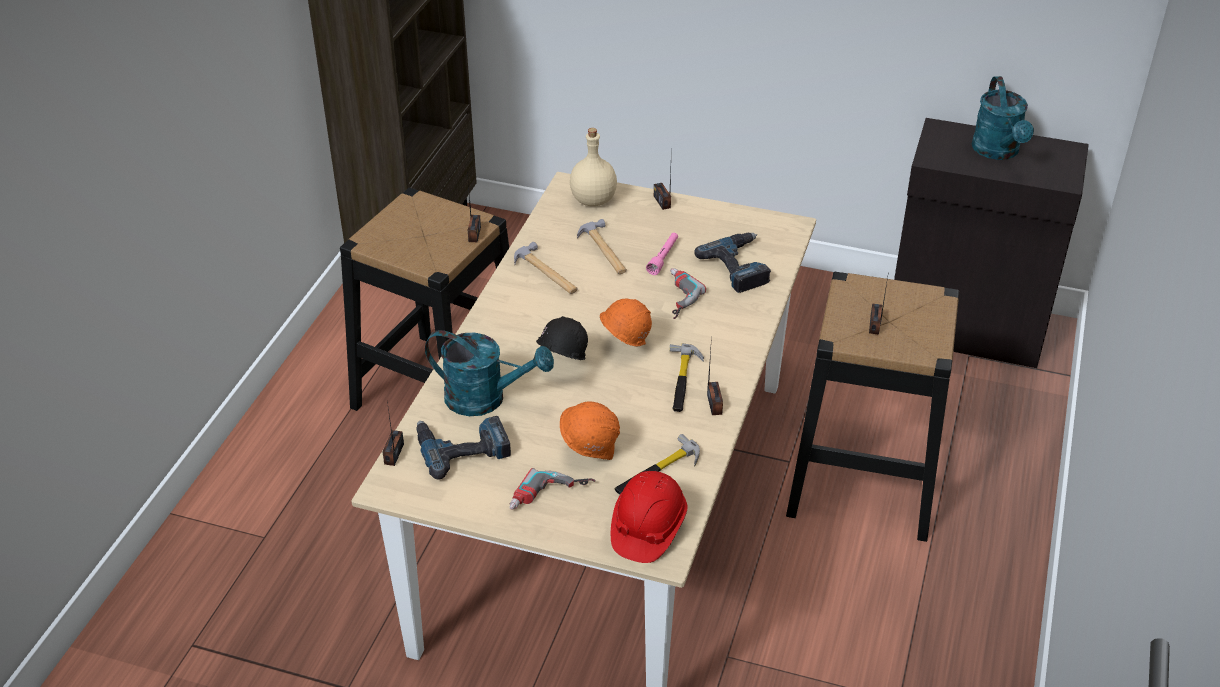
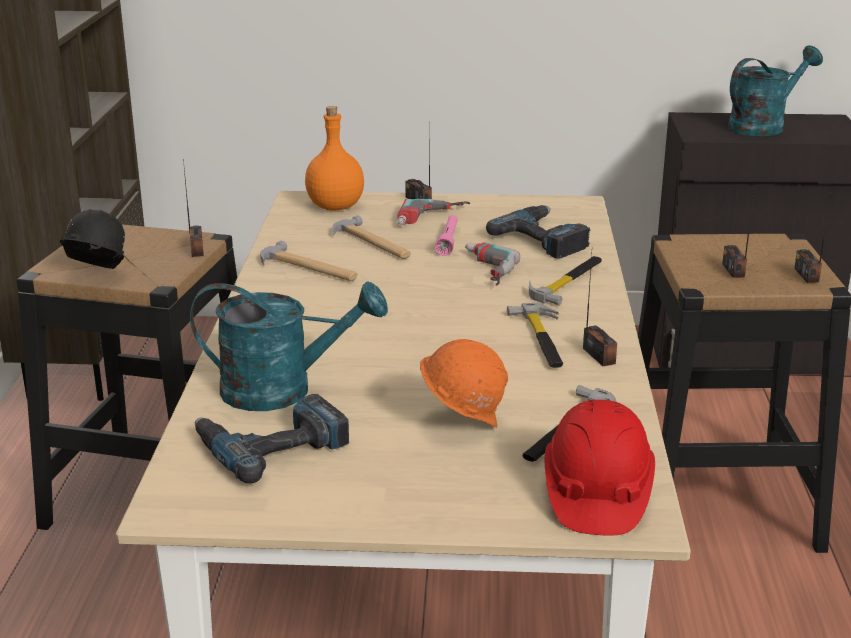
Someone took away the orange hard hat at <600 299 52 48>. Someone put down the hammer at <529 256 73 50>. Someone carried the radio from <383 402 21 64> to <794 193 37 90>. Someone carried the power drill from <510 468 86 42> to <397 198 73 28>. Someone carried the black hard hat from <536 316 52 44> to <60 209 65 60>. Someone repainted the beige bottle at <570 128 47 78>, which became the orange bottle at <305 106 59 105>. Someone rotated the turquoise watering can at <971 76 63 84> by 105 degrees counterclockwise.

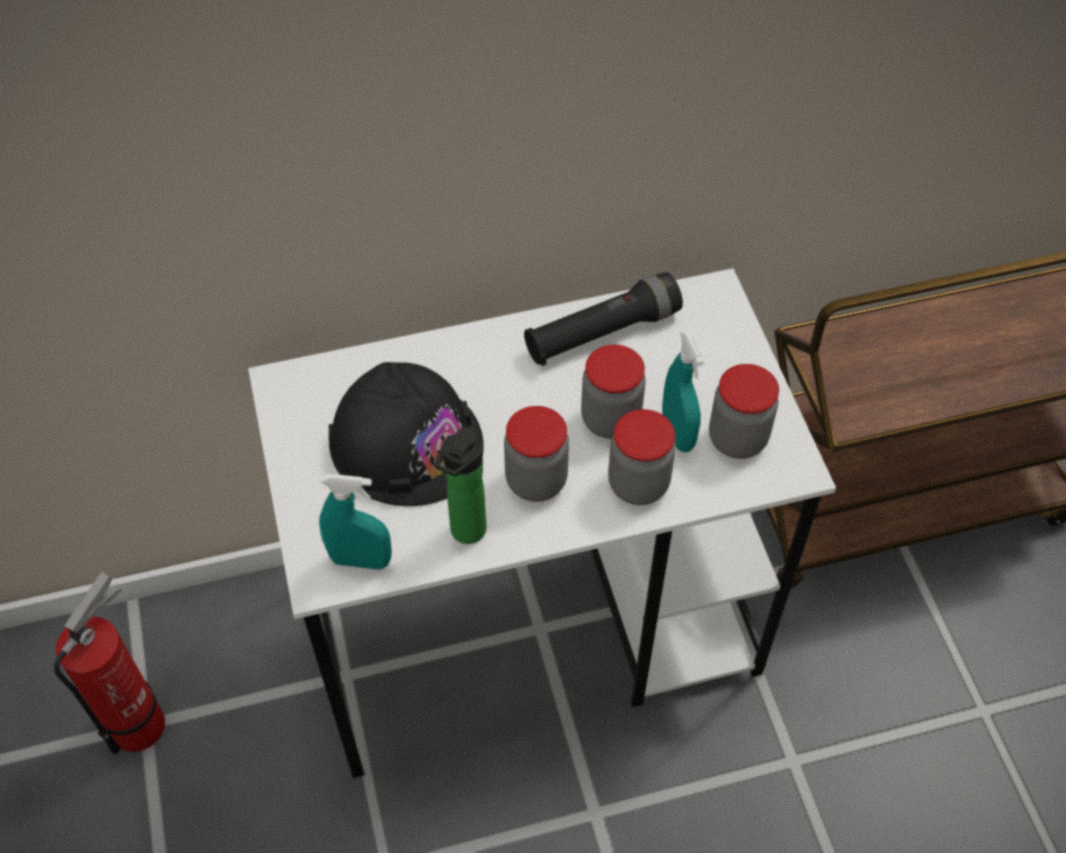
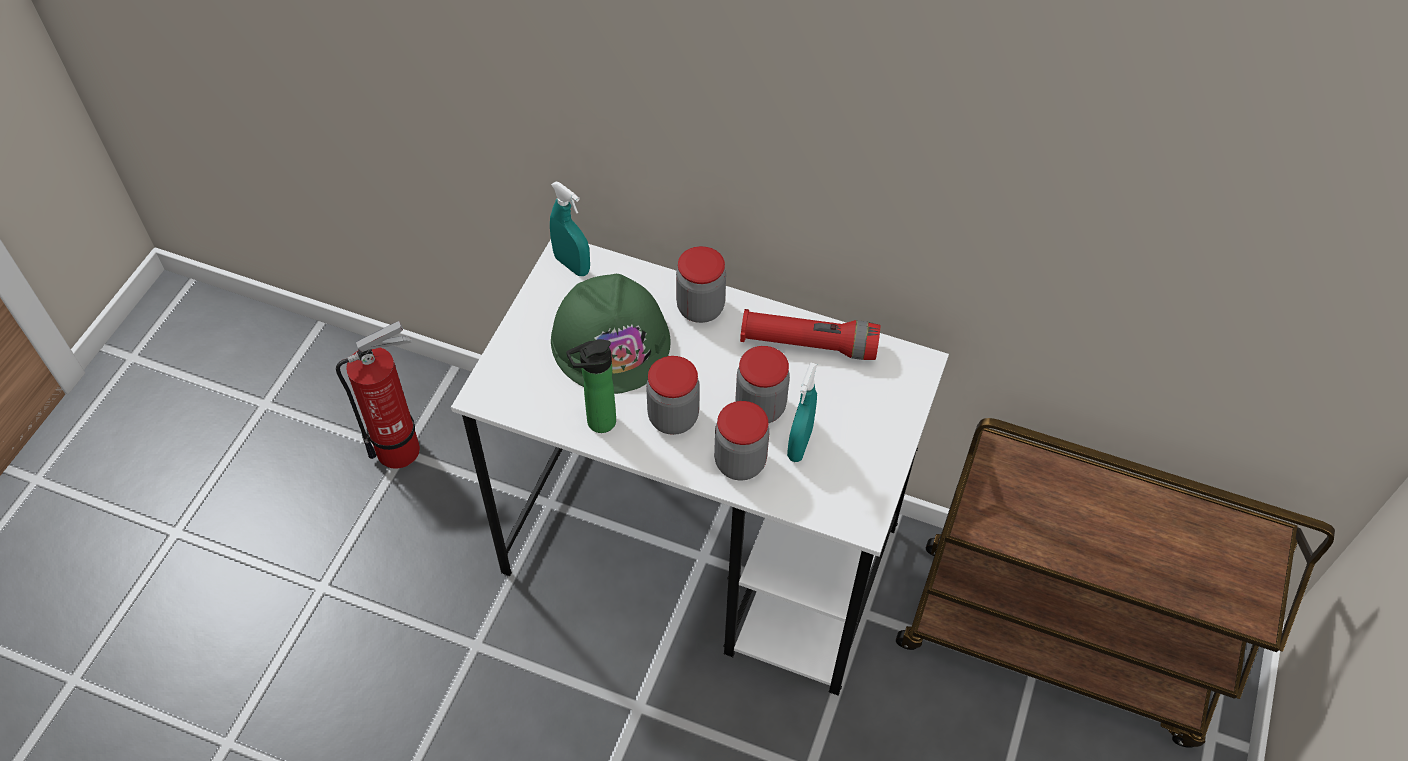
Someone carried the turquoise spray bottle from <319 474 73 96> to <550 182 40 94>. Someone carried the jar from <709 364 70 95> to <676 246 50 77>. Someone repainted the black hard hat at <329 362 155 144>, which became the green hard hat at <551 274 120 120>. Someone repainted the black flashlight at <524 272 159 94>, which became the red flashlight at <740 309 140 51>.

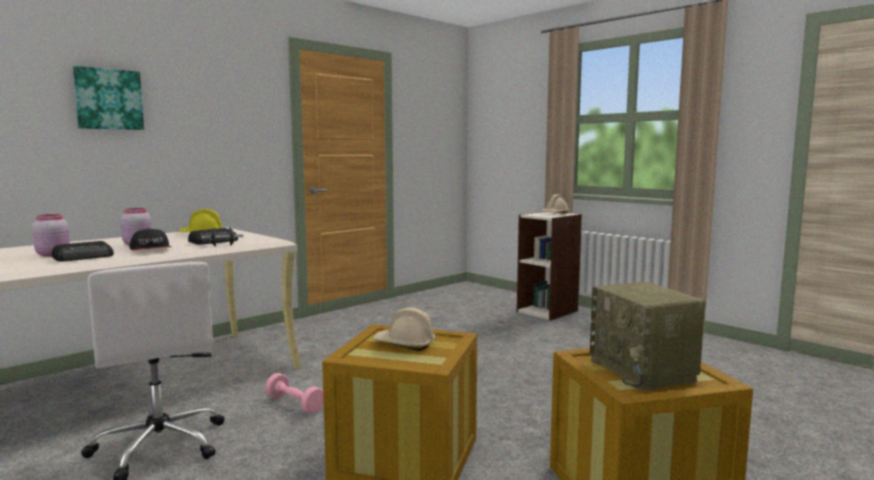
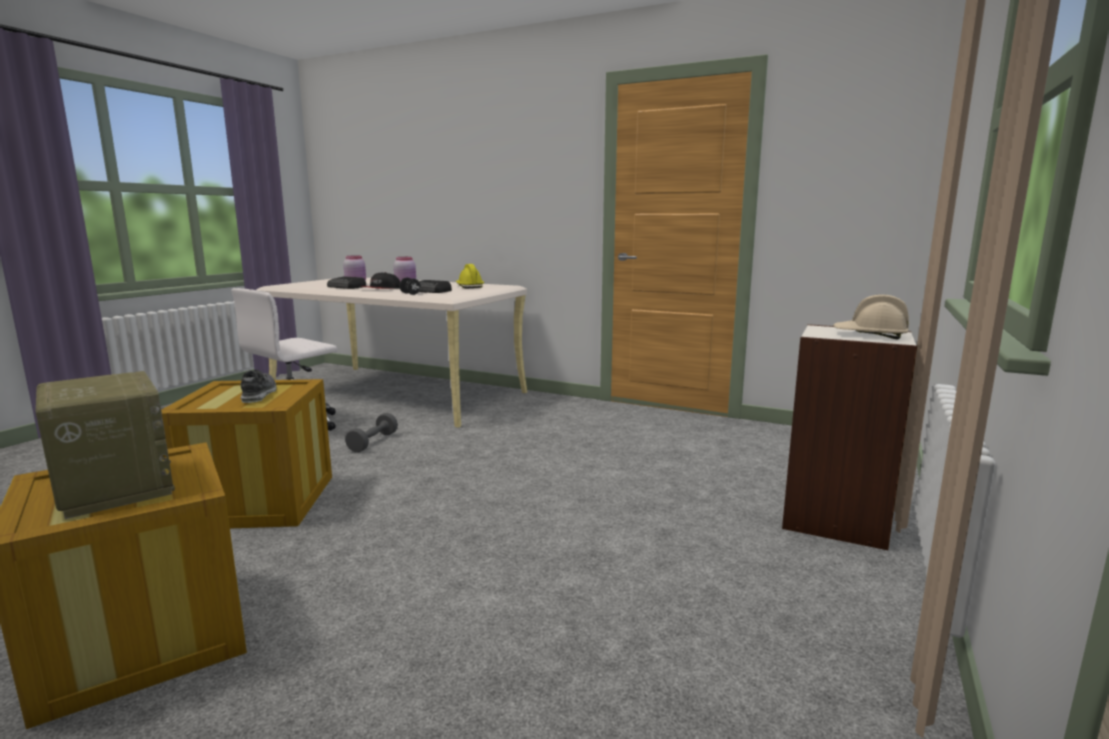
Someone took away the picture at <73 66 71 64>. Someone swapped the beige hard hat at <373 308 63 43> for the shoe at <241 370 36 33>. Someone repainted the pink dumbbell at <265 373 59 41>, which became the grey dumbbell at <345 413 53 40>. Someone rotated the radio at <590 282 116 109> by 90 degrees clockwise.

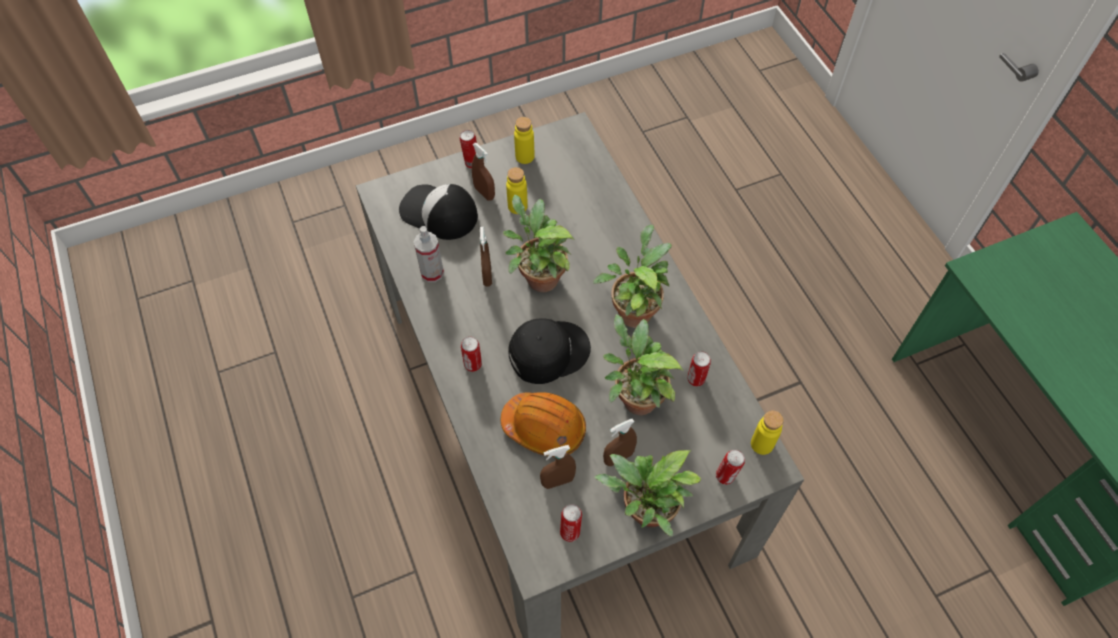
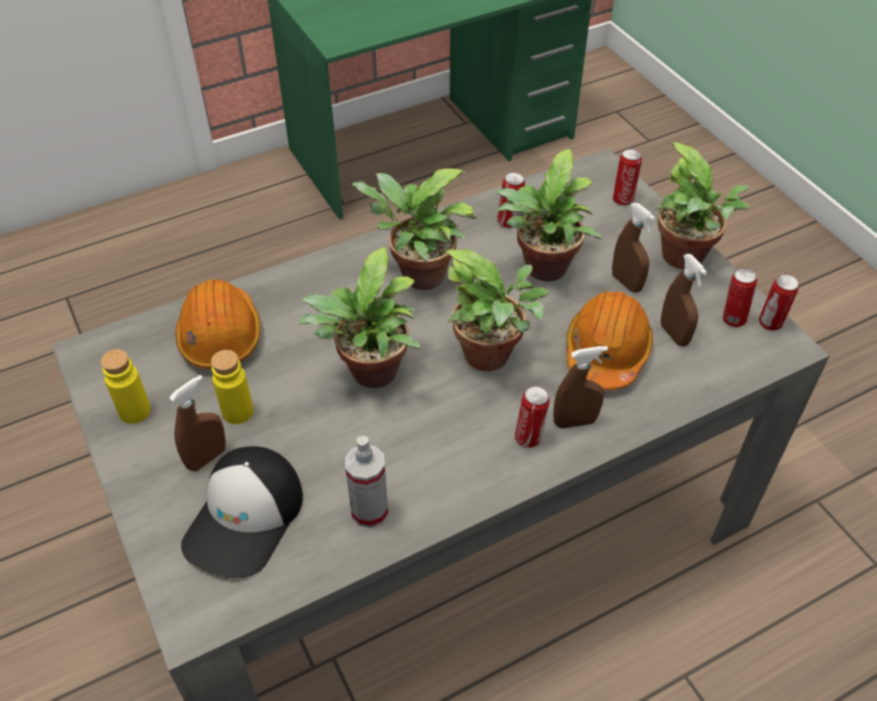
Someone took away the yellow bottle at <751 410 33 45>. Someone put down the orange hard hat at <175 280 85 89>. Someone carried the can from <460 130 17 39> to <759 274 40 57>. Someone carried the brown spray bottle from <480 227 12 60> to <553 346 55 83>. Someone swapped the black cap at <508 319 83 65> for the potted plant at <443 249 106 122>.

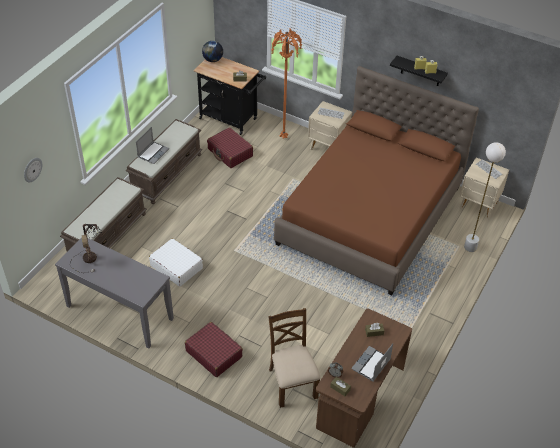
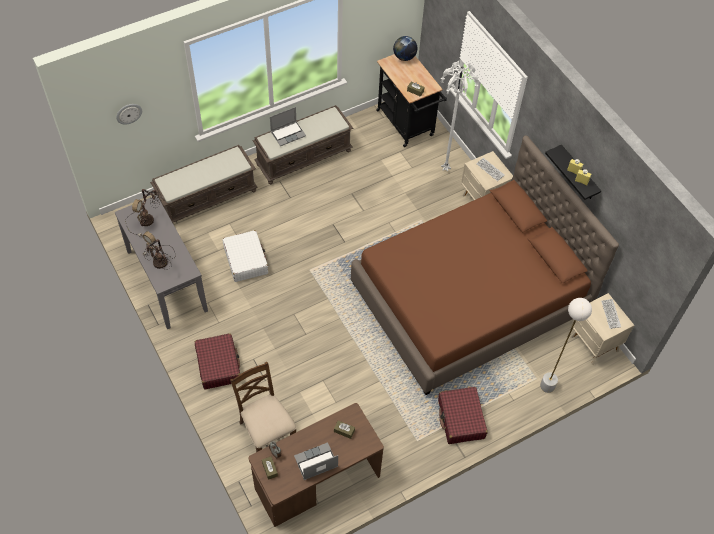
Someone put down the table lamp at <142 231 34 39>. Someone carried the red suitcase from <207 127 46 41> to <438 387 50 57>. Someone repainted the orange floor lamp at <271 28 31 110>, which became the white floor lamp at <441 61 37 111>. Someone rotated the brown chair at <268 308 52 100> by 45 degrees counterclockwise.

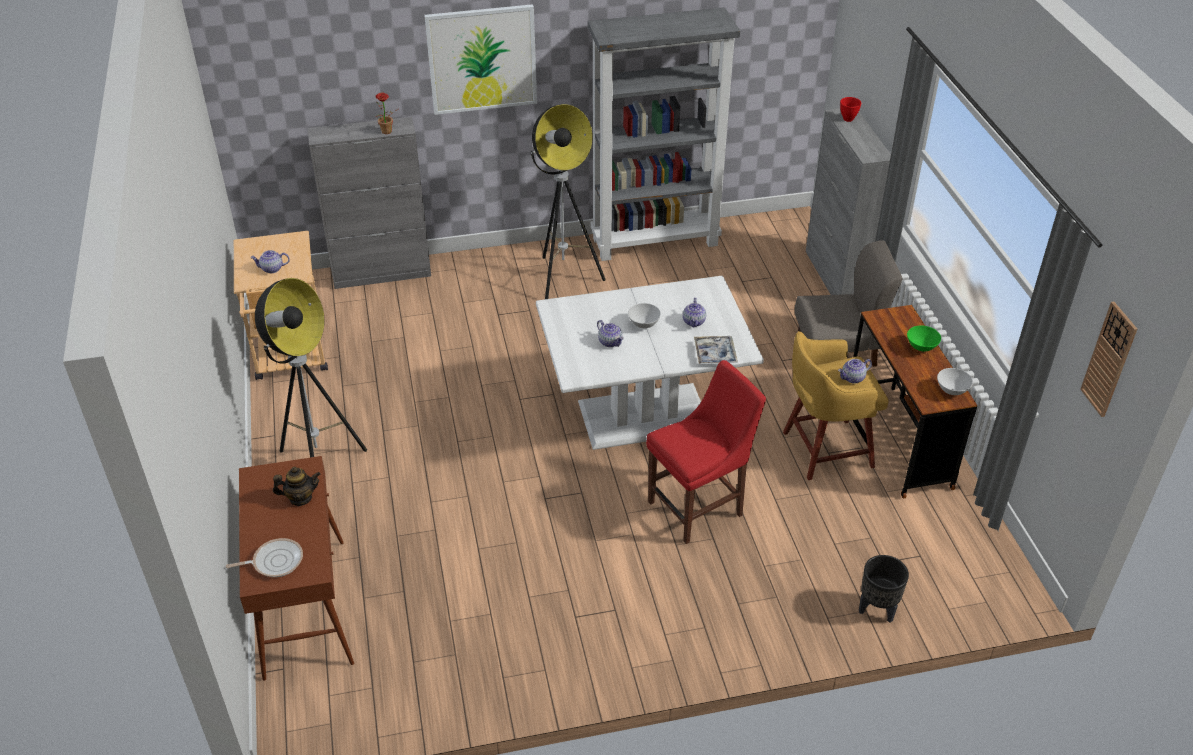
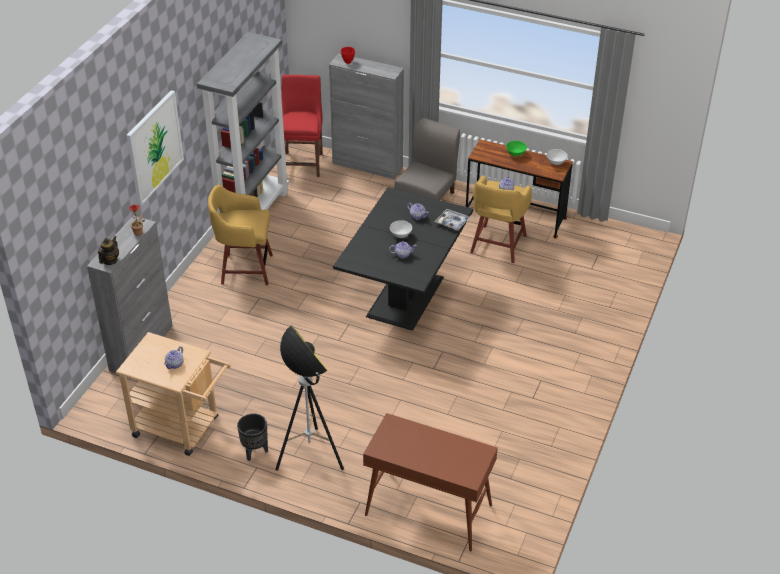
Someone took away the frying pan at <226 538 77 39>. Someone took away the wall clock at <1081 302 56 115>. Someone carried the teapot from <273 467 48 39> to <98 236 21 29>. Someone carried the red chair from <646 360 120 184> to <281 75 42 102>. Someone carried the black planter from <859 555 50 68> to <237 413 31 48>. Someone swapped the floor lamp at <531 104 75 195> for the yellow stool at <208 184 65 101>. Someone repainted the white dining table at <536 276 228 174>, which became the black dining table at <333 187 140 144>.

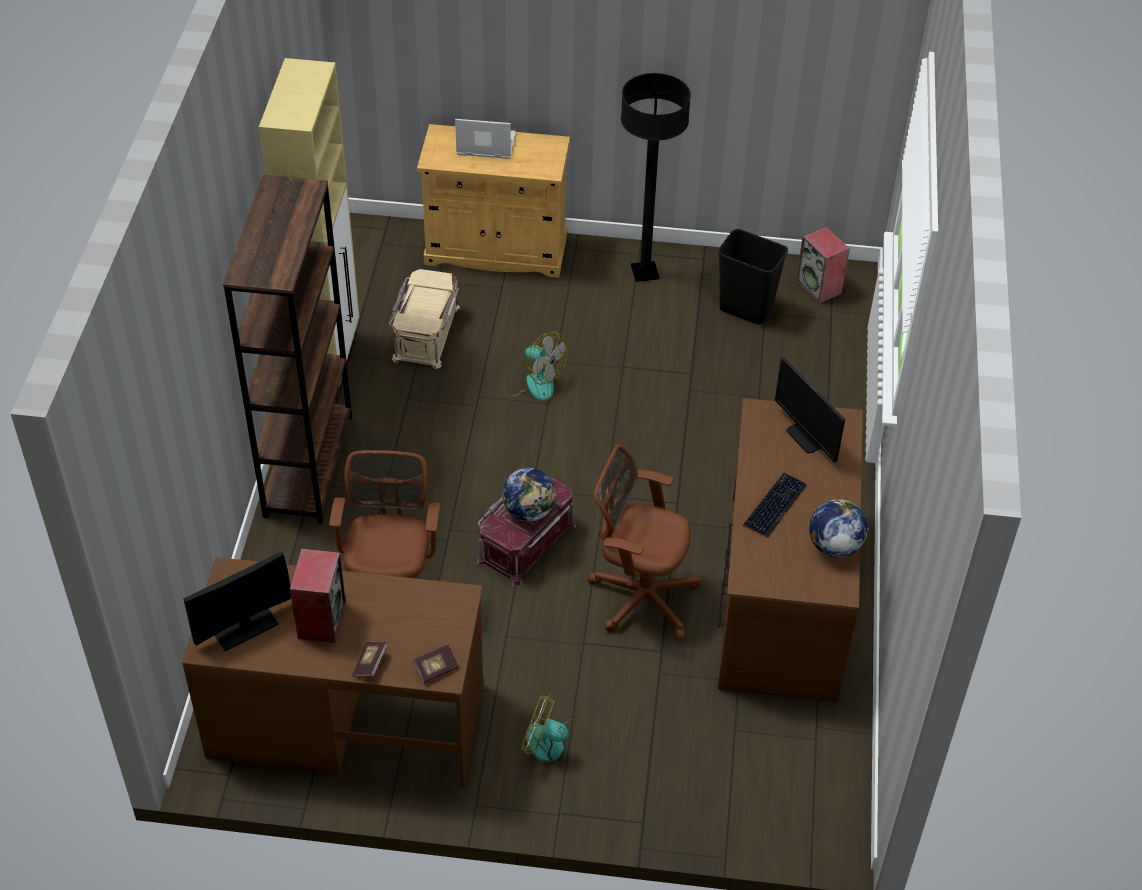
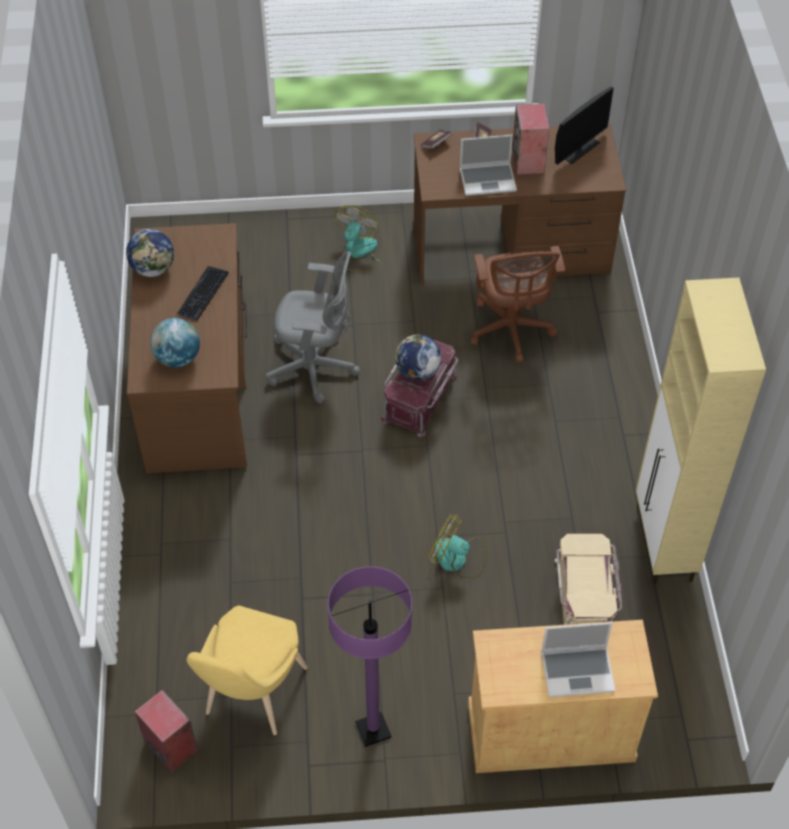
Someone took away the brown bookcase at <223 175 129 349>. Someone put down the laptop at <460 134 57 62>. Someone swapped the black trash can at <718 229 70 95> for the yellow chair at <186 606 122 129>. Someone swapped the monitor at <775 357 70 106> for the globe at <150 318 50 49>. Someone repainted the brown office chair at <588 444 114 196>, which became the grey office chair at <266 252 94 152>. Someone repainted the black floor lamp at <621 73 70 209>, which became the purple floor lamp at <328 566 84 181>. Someone rotated the fan at <520 694 68 74> by 75 degrees counterclockwise.

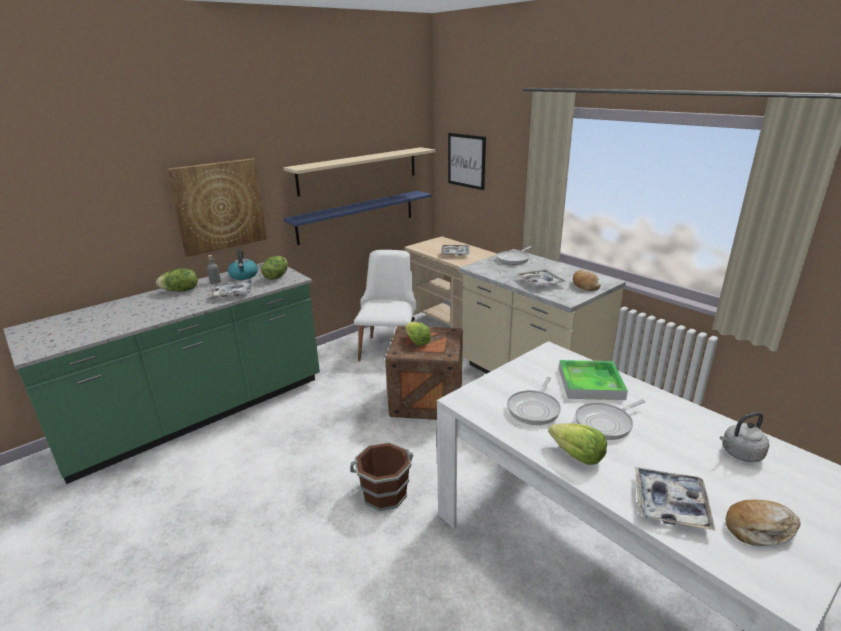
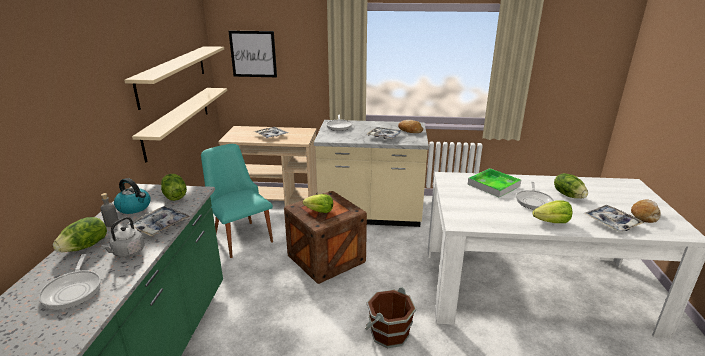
Someone took away the picture at <166 158 101 99>. Someone put down the lettuce at <554 173 34 25>. Someone carried the frying pan from <507 377 54 48> to <39 254 62 55>. Someone carried the grey kettle from <720 412 49 50> to <101 217 44 40>. Someone repainted the blue shelf at <283 191 148 54>, which became the beige shelf at <132 88 95 74>. Someone repainted the white chair at <354 250 63 111>, which became the turquoise chair at <201 144 72 114>.

